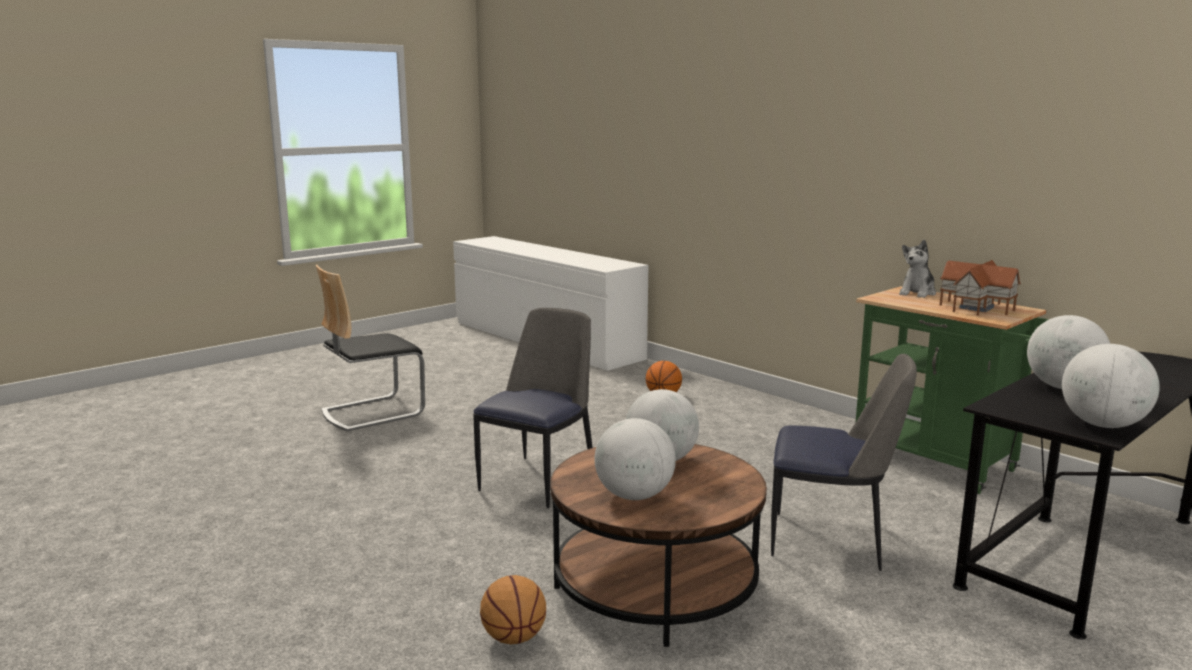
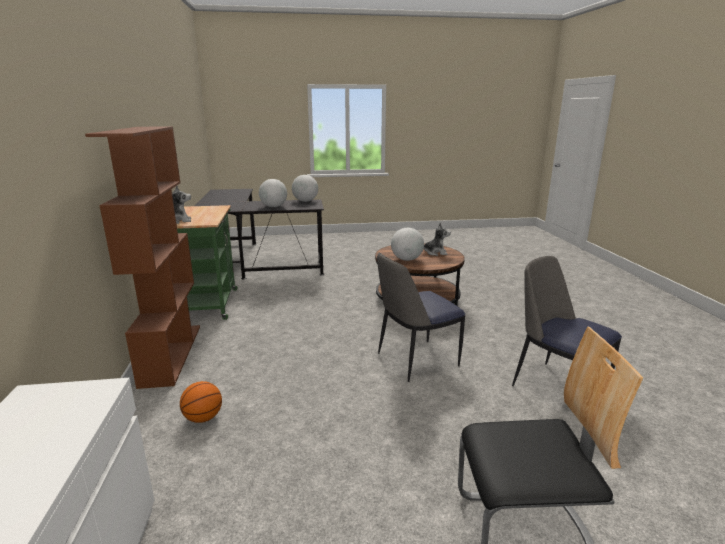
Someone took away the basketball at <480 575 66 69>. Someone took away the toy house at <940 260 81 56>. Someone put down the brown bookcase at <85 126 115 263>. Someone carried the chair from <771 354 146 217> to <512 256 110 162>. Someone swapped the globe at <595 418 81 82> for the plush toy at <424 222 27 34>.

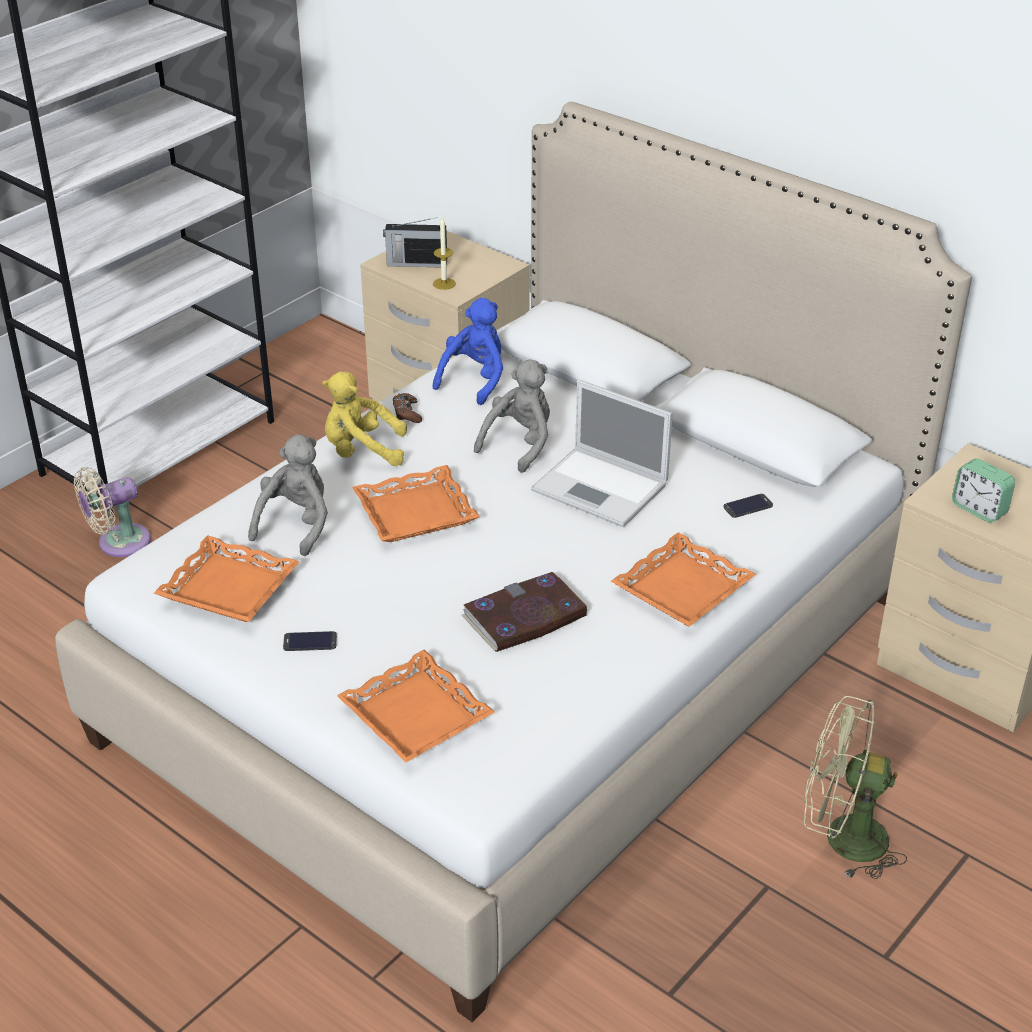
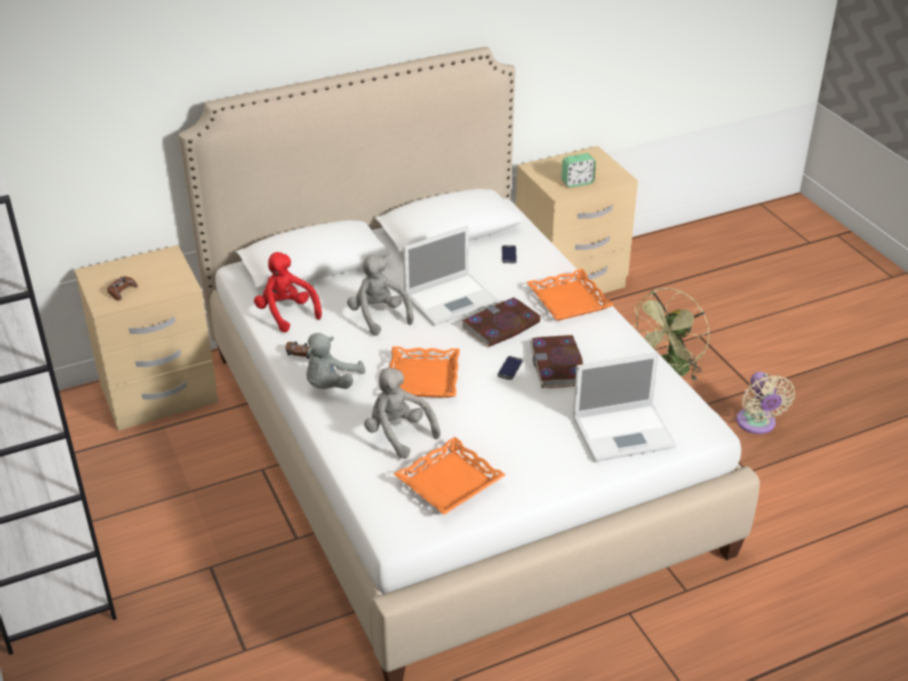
Someone took away the candle at <433 218 23 72>. Someone put down the book at <461 297 80 50>. Someone carried the beige fan from <74 467 77 90> to <736 372 59 62>. Someone carried the phone from <283 631 54 20> to <497 356 26 24>. Someone swapped the orange tray at <337 650 158 112> for the laptop at <573 353 103 109>. Someone swapped the radio at <383 218 64 50> for the brown game controller at <107 276 31 25>. Someone repainted the yellow plush toy at <322 371 85 95>, which became the grey plush toy at <306 333 59 56>. Someone repainted the blue plush toy at <433 298 70 107>, which became the red plush toy at <254 252 68 81>.

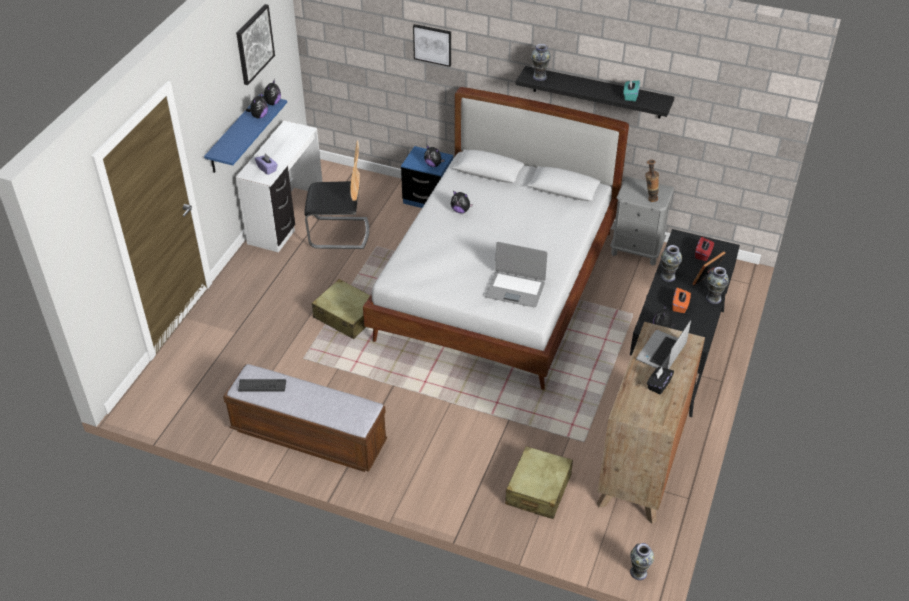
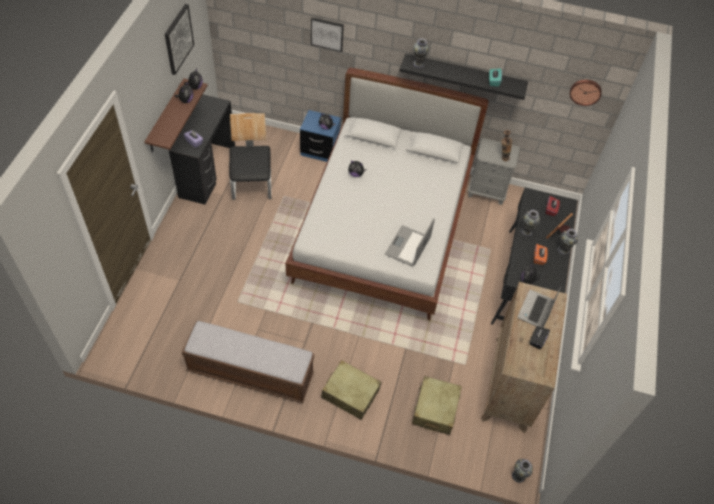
Someone took away the keyboard at <238 379 48 13>. Someone put up the wall clock at <570 80 32 26>. Someone carried the beige suitcase from <312 279 58 60> to <321 360 60 60>. Someone repainted the blue shelf at <204 95 83 78>, which became the brown shelf at <144 78 64 74>. Someone repainted the white desk at <236 120 87 132>, which became the black desk at <169 94 66 111>. Someone rotated the chair at <304 141 65 108> by 90 degrees counterclockwise. Someone rotated the laptop at <485 242 62 66> by 105 degrees clockwise.

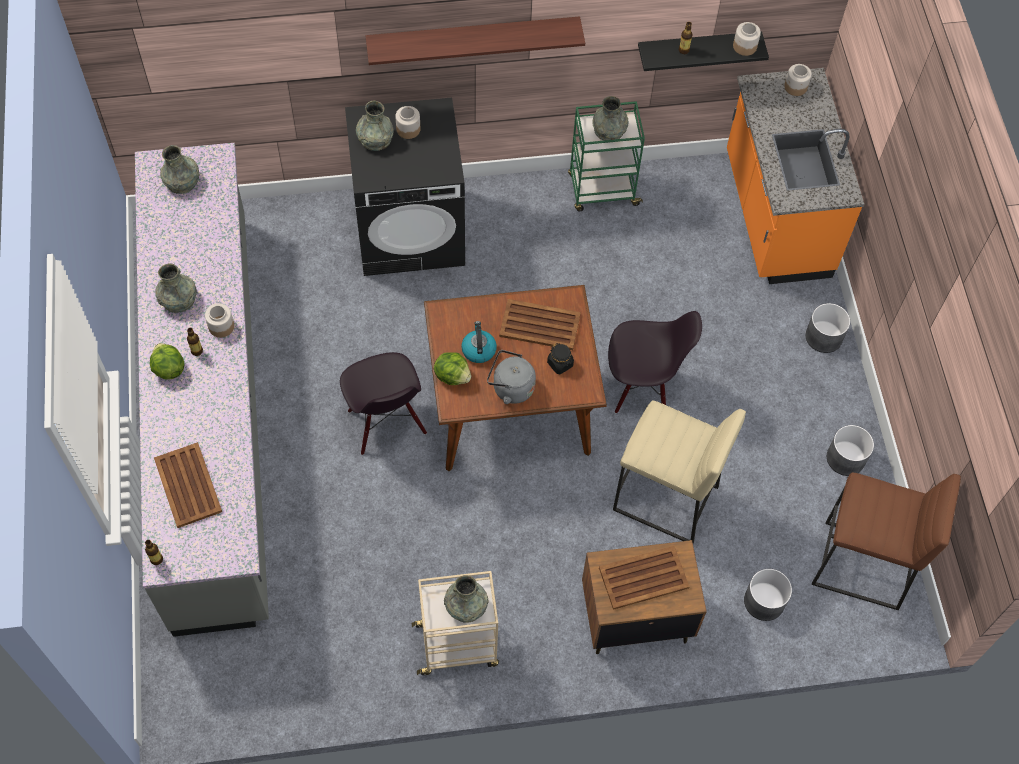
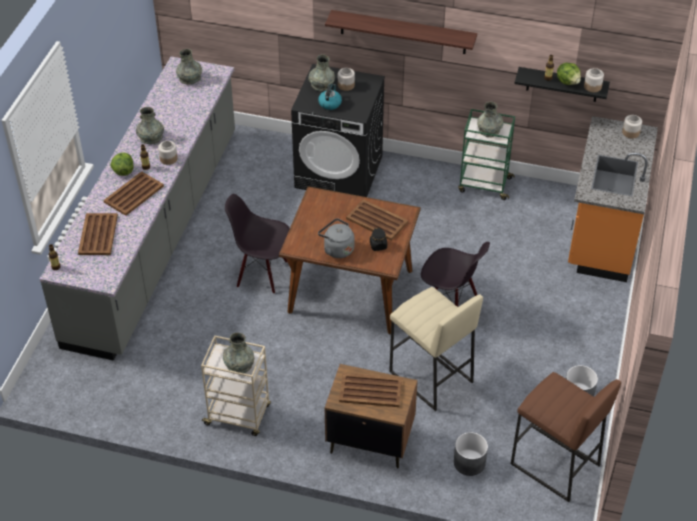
Someone took away the grey planter at <805 303 45 50>. Someone put down the brown tray at <103 171 61 45>. Someone carried the lettuce from <434 352 37 33> to <557 62 24 23>. Someone carried the kettle from <461 321 36 42> to <318 84 24 26>. Someone rotated the black chair at <340 352 87 103> by 105 degrees clockwise.

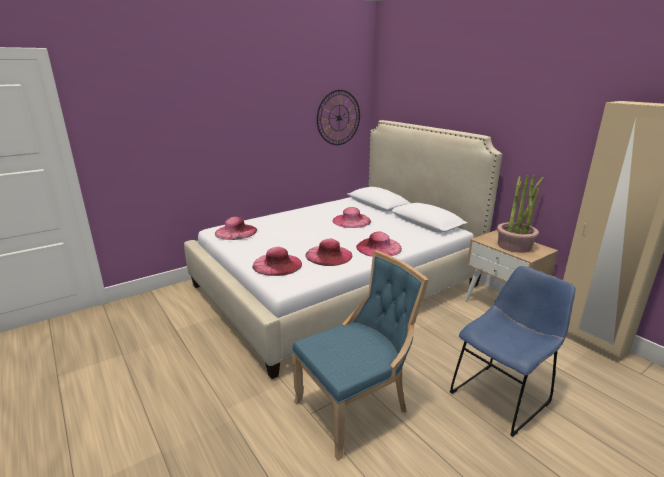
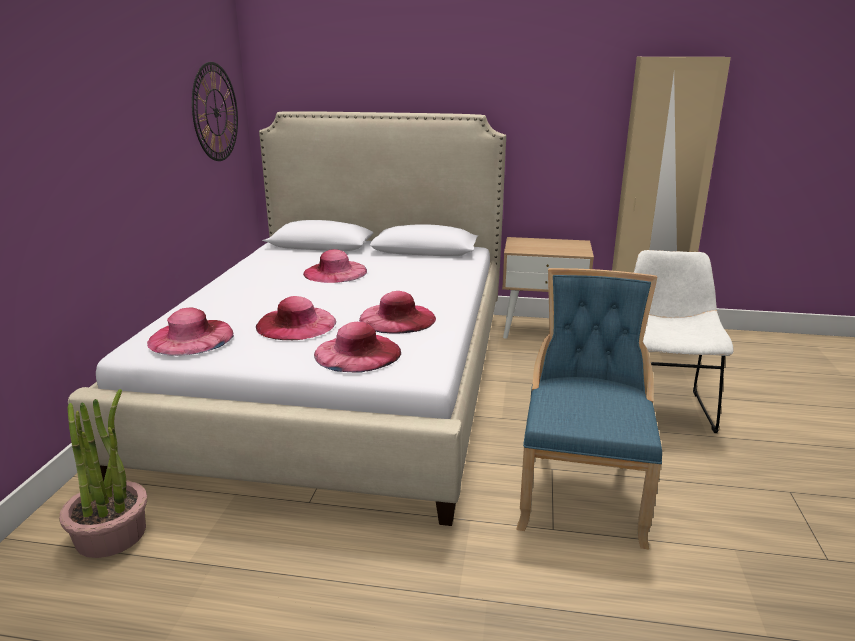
Someone carried the pink hat from <356 232 46 25> to <256 296 80 44>. Someone carried the potted plant from <497 175 47 78> to <59 389 88 169>. Someone repainted the blue chair at <450 266 126 171>, which became the white chair at <634 250 100 183>.

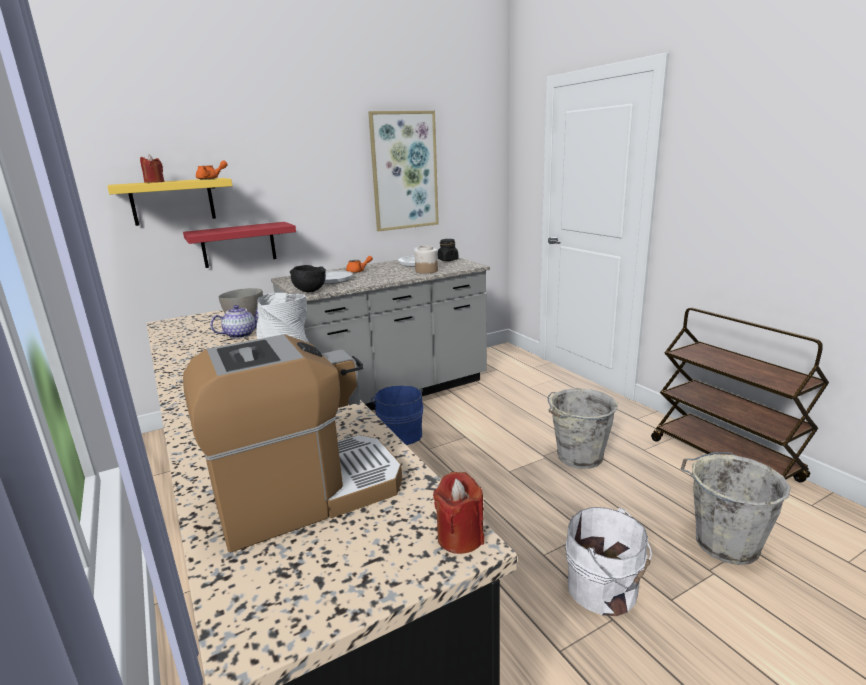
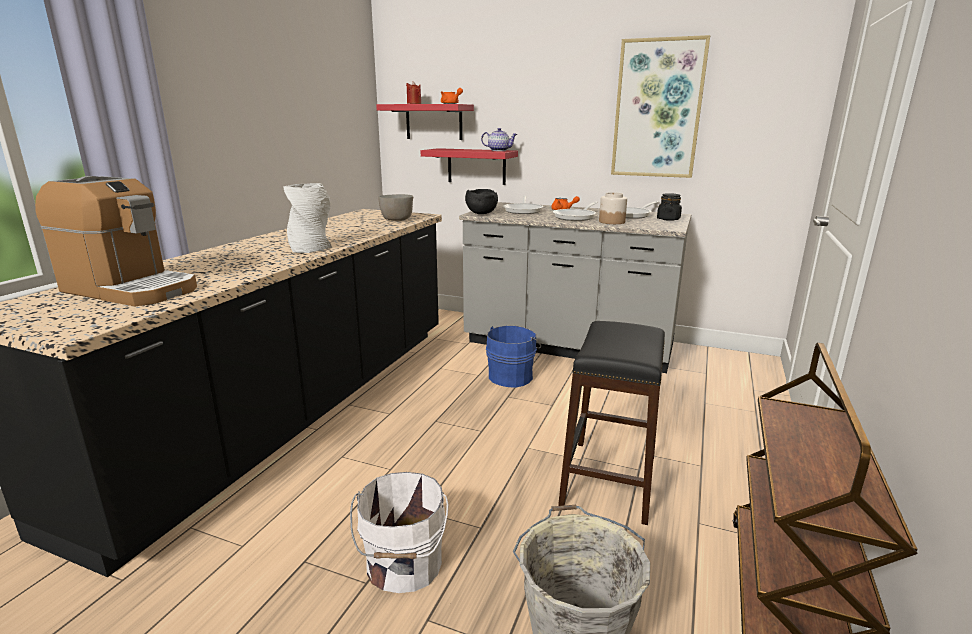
Someone took away the red candle at <433 472 51 82>. Someone put down the frying pan at <553 202 45 19>. Someone carried the teapot from <210 305 48 34> to <481 128 36 23>. Someone swapped the grey bucket at <548 388 70 81> for the black stool at <558 321 107 204>. Someone repainted the yellow shelf at <108 178 125 48>, which became the red shelf at <376 104 98 36>.

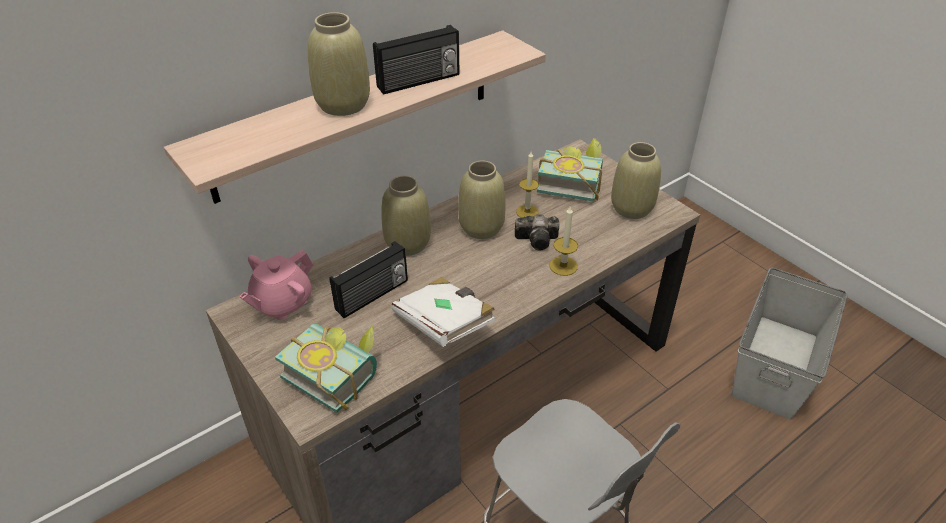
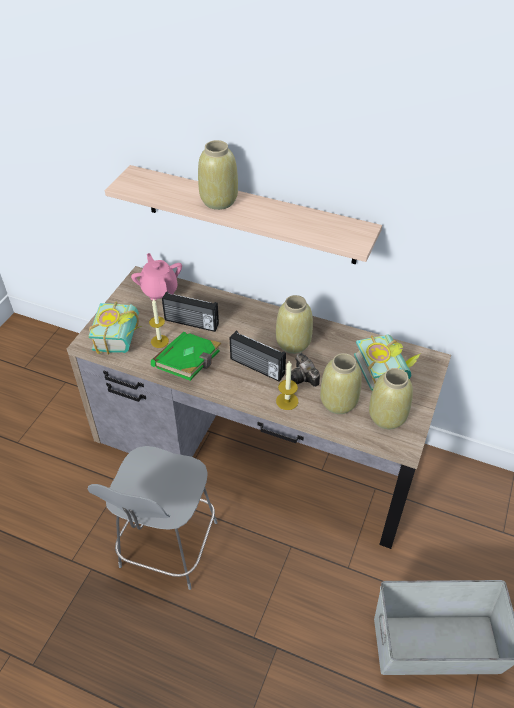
Someone carried the radio from <373 25 86 70> to <230 331 56 51>. Someone carried the beige vase from <381 176 50 80> to <320 353 42 61>. Someone carried the candle from <516 152 23 66> to <149 298 20 50>. Someone repainted the white book at <391 277 105 70>, which became the green book at <151 332 70 49>. Someone rotated the pink teapot at <239 250 74 70> by 60 degrees clockwise.

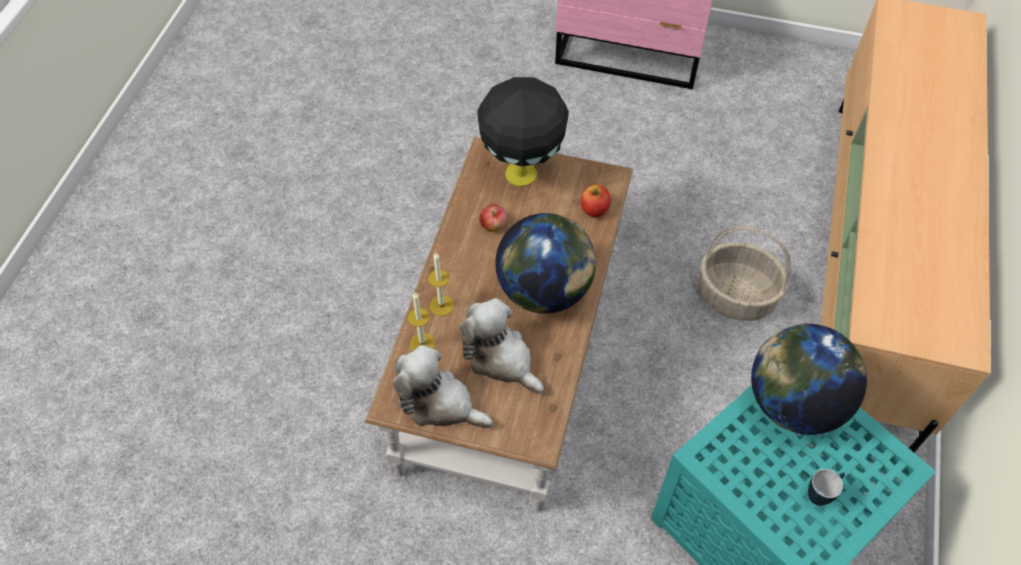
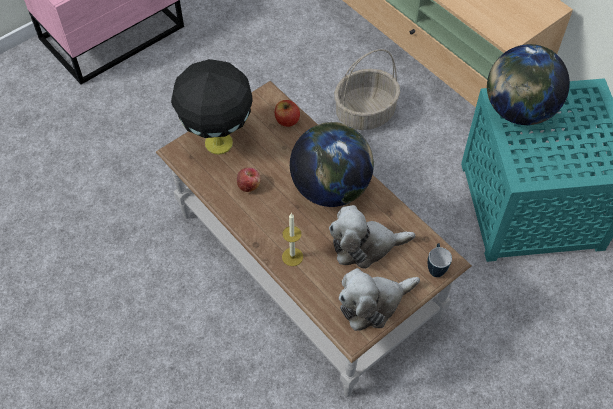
Someone took away the candle at <407 293 28 58>. Someone carried the mug from <808 469 37 37> to <428 243 24 34>.

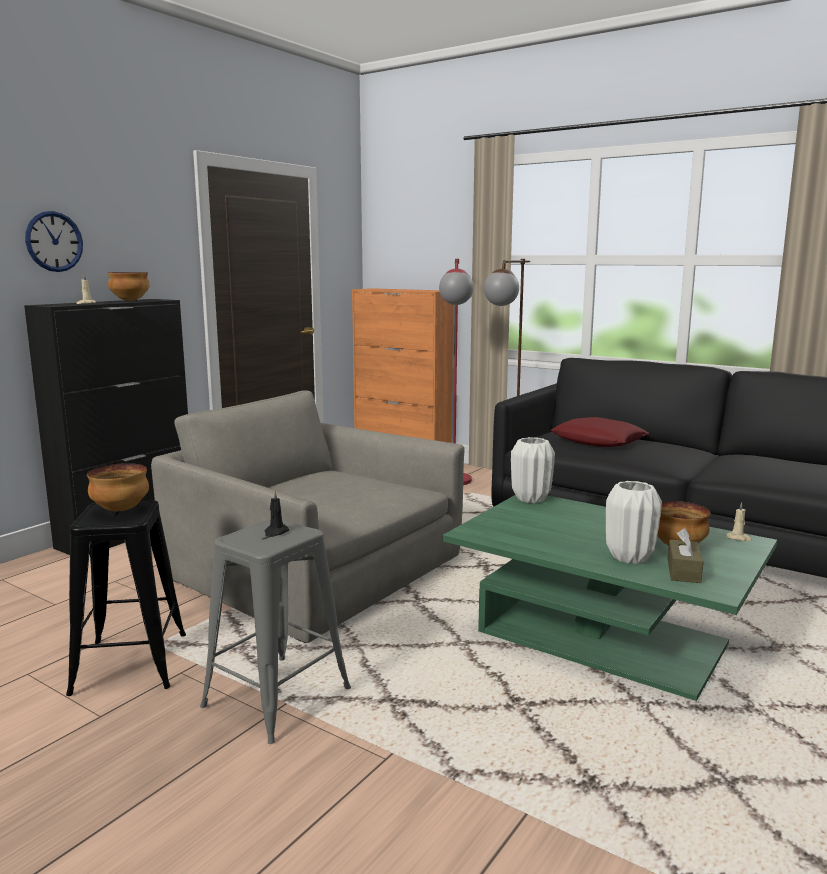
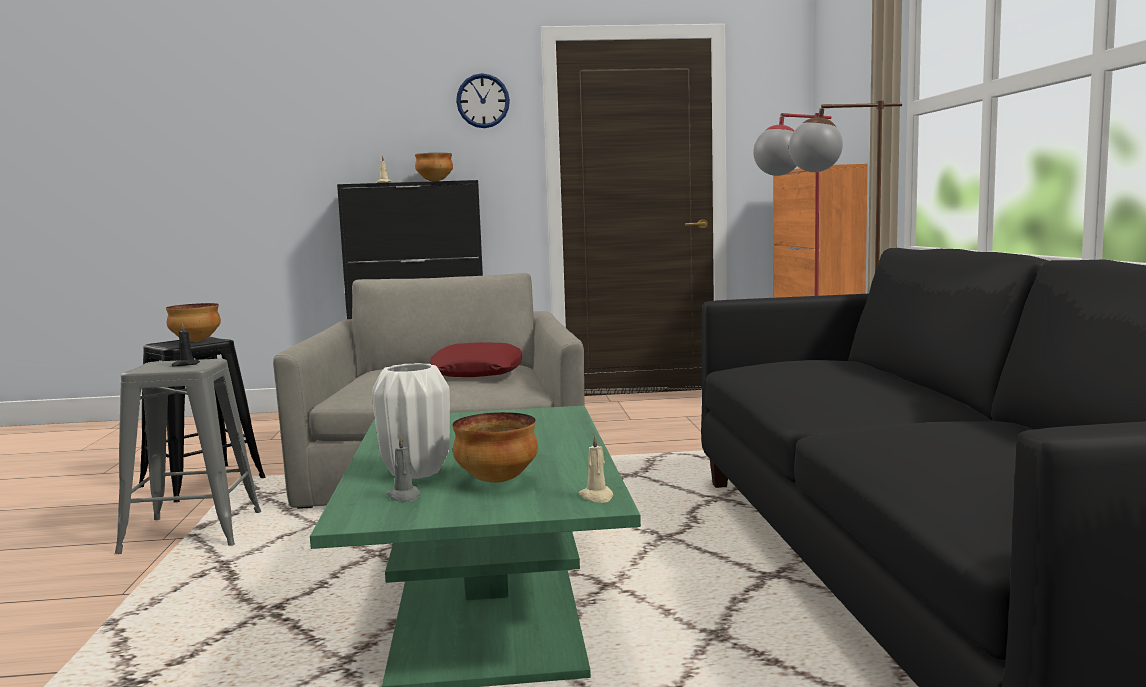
Someone took away the white vase at <511 437 44 66>. Someone carried the wall clock from <25 211 58 61> to <456 73 54 55>. Someone carried the red pillow from <551 417 98 30> to <430 342 92 35>. Someone swapped the brown tissue box at <667 528 36 55> for the grey candle at <386 435 34 67>.

